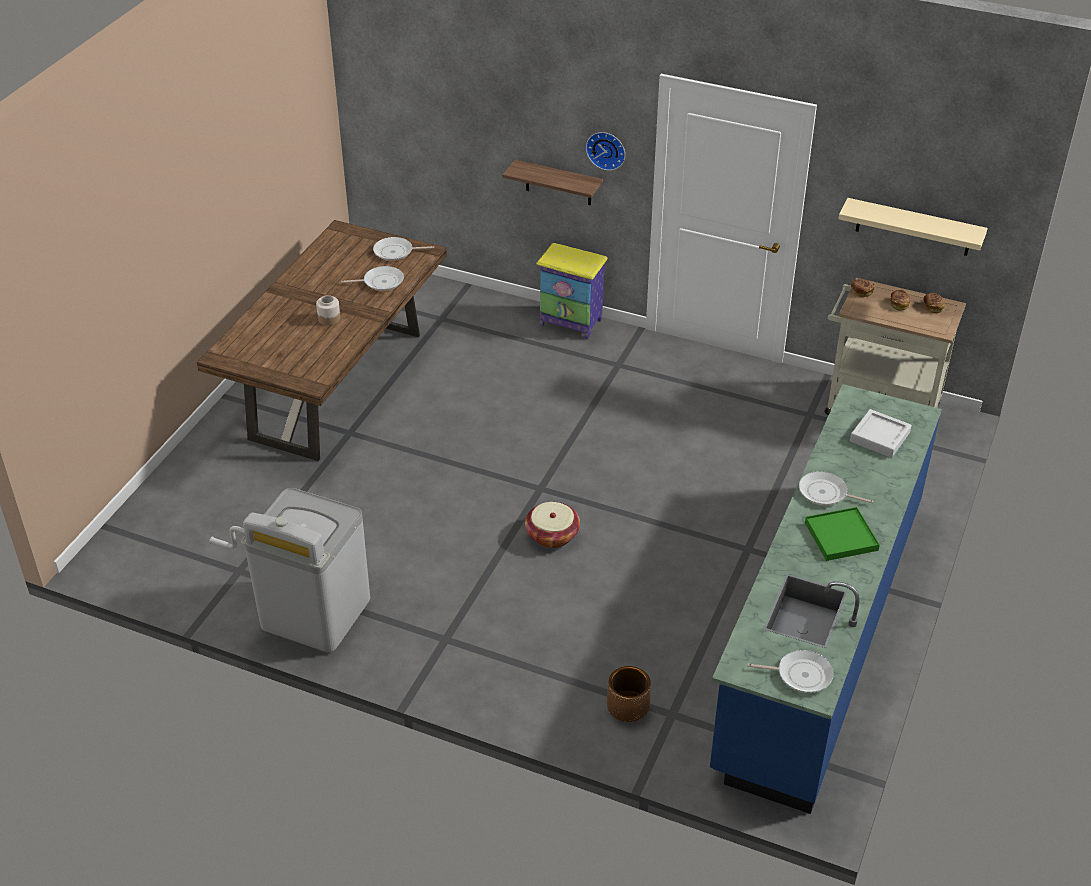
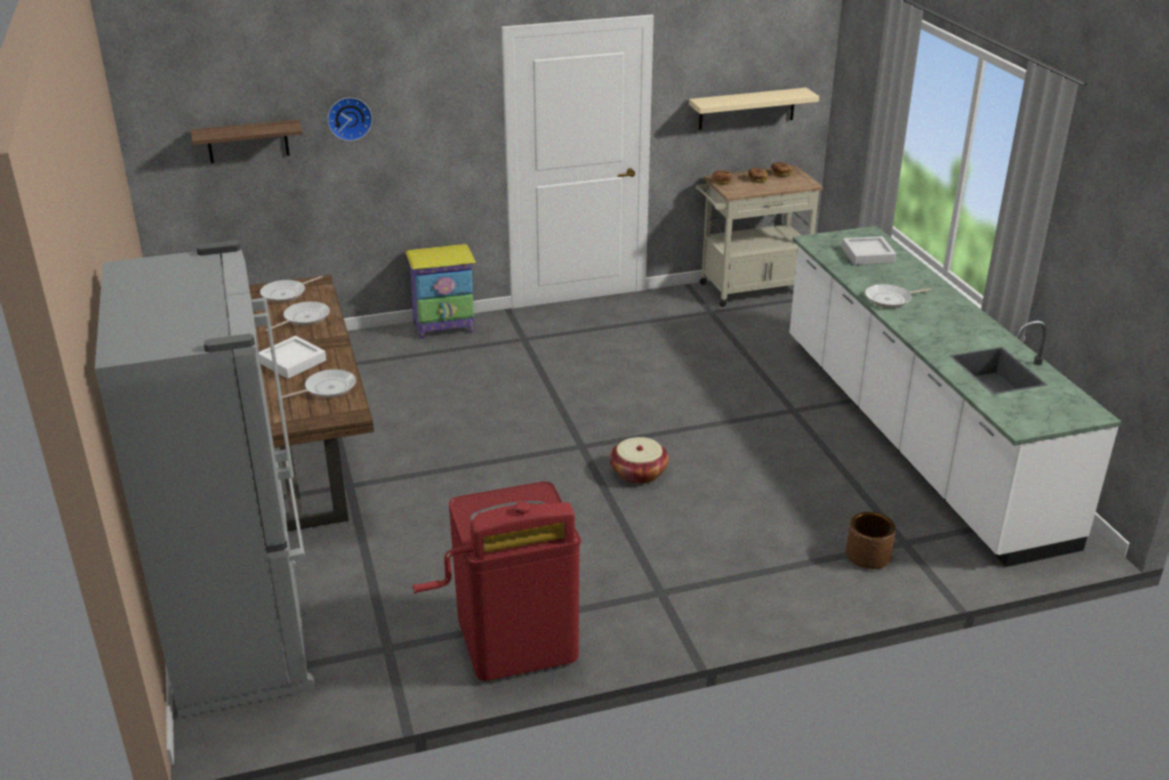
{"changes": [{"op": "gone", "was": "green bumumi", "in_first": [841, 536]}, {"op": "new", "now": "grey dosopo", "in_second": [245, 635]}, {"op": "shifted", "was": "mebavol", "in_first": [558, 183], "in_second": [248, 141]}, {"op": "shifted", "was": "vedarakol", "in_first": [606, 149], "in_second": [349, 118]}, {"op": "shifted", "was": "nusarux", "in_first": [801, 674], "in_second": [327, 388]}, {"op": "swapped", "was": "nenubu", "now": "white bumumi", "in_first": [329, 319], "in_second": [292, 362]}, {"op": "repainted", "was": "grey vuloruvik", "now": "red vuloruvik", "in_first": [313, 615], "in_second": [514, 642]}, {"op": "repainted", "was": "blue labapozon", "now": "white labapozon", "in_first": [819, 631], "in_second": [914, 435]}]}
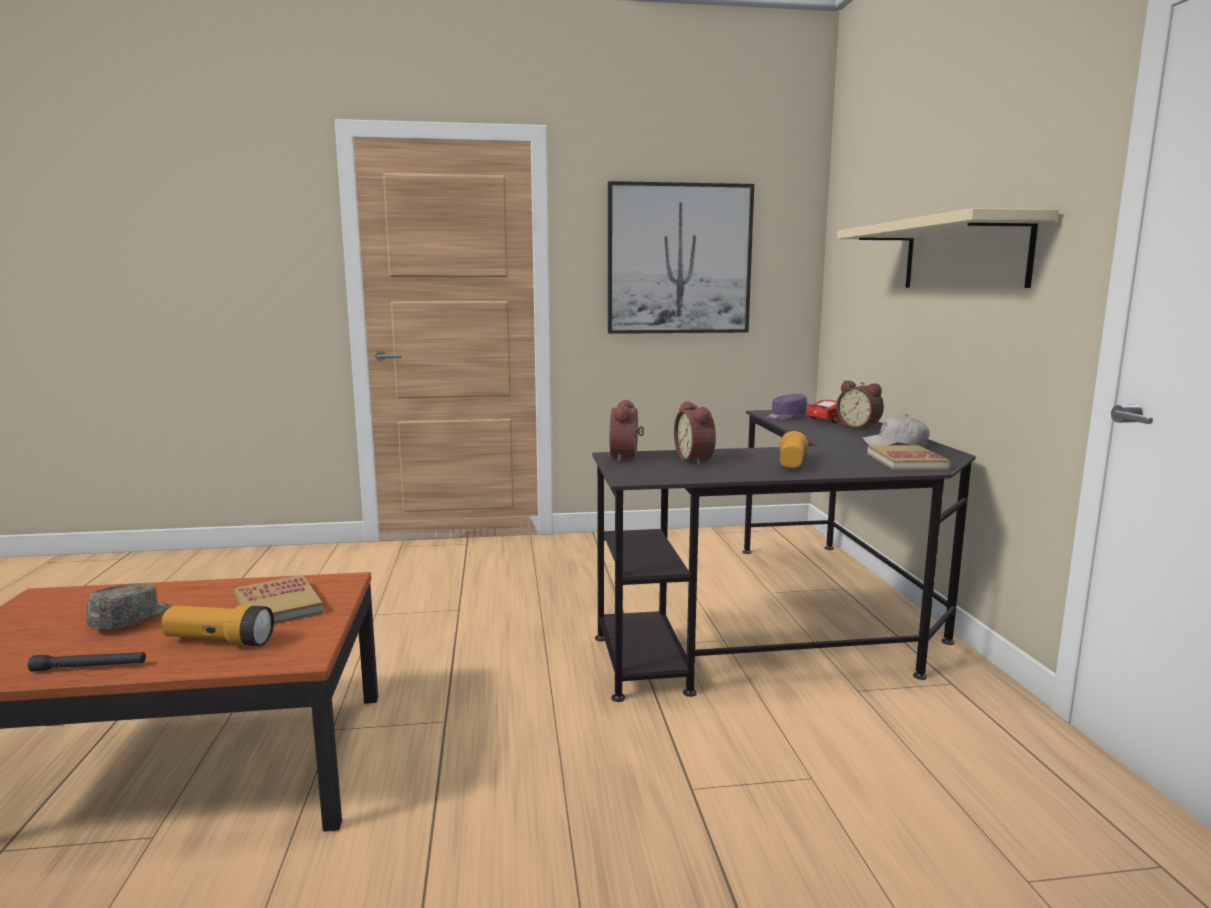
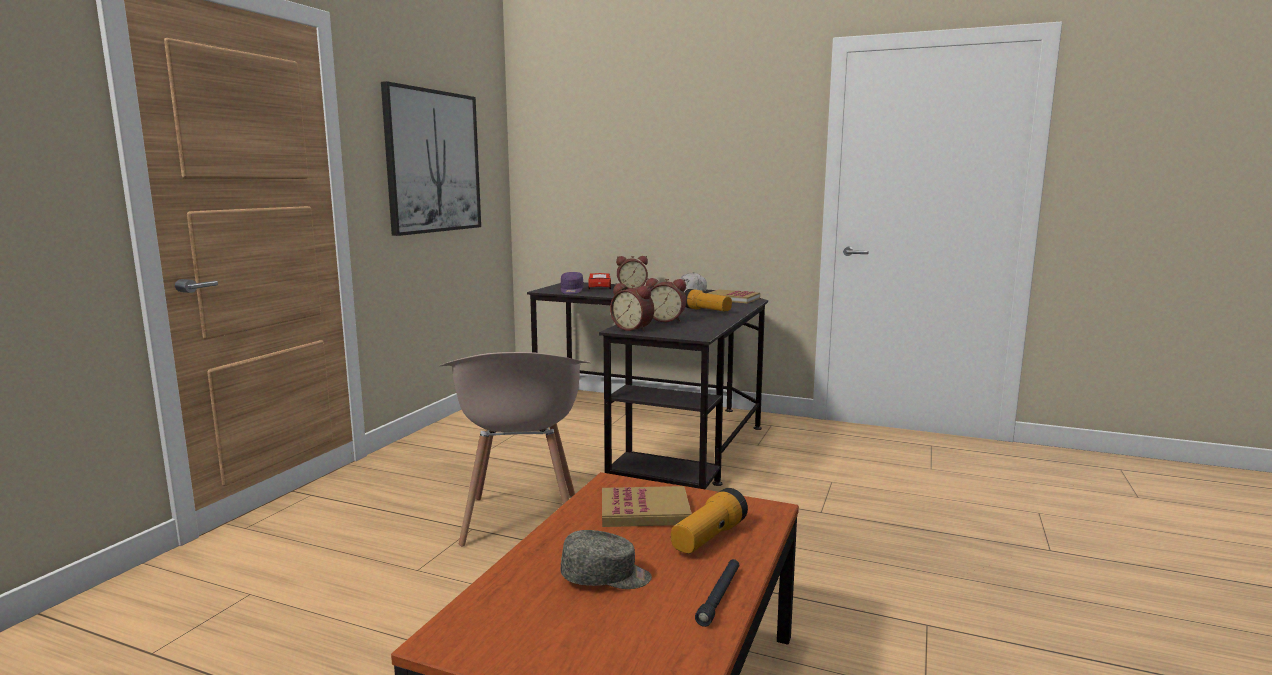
{"changes": [{"op": "gone", "was": "beige mebavol", "in_first": [963, 255]}, {"op": "new", "now": "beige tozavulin", "in_second": [522, 520]}, {"op": "rotated", "was": "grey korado", "in_first": [132, 619], "in_second": [606, 578], "clockwise": 135}]}
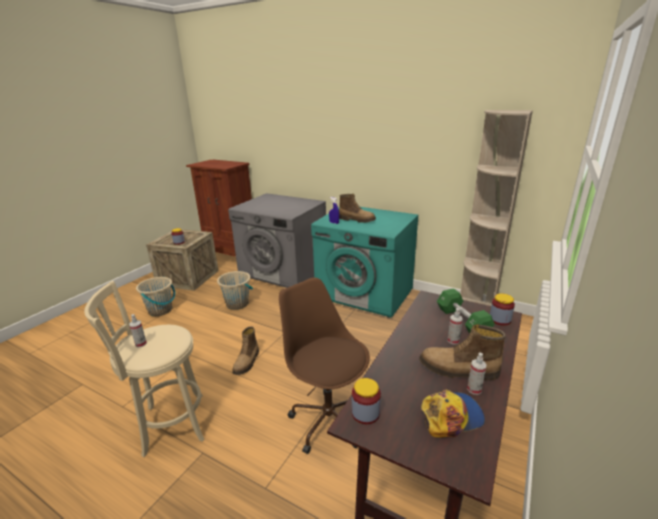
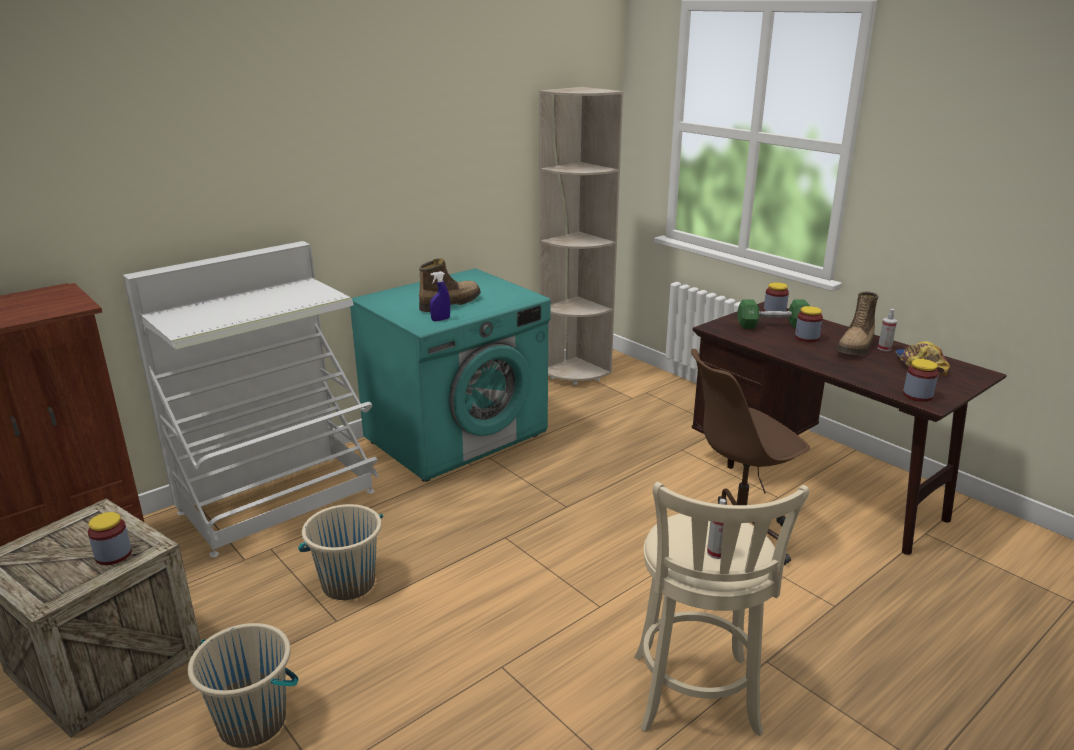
{"changes": [{"op": "gone", "was": "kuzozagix", "in_first": [247, 362]}, {"op": "swapped", "was": "grey vuloruvik", "now": "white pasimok", "in_first": [283, 274], "in_second": [281, 504]}, {"op": "swapped", "was": "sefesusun", "now": "nenubu", "in_first": [453, 340], "in_second": [807, 338]}]}
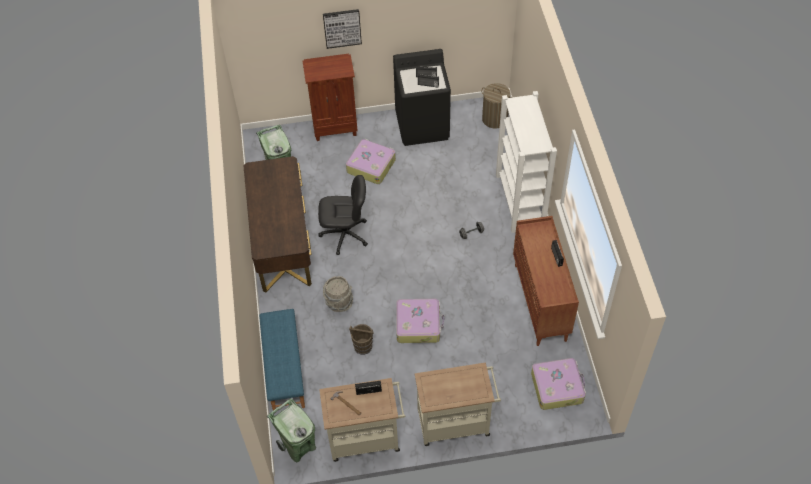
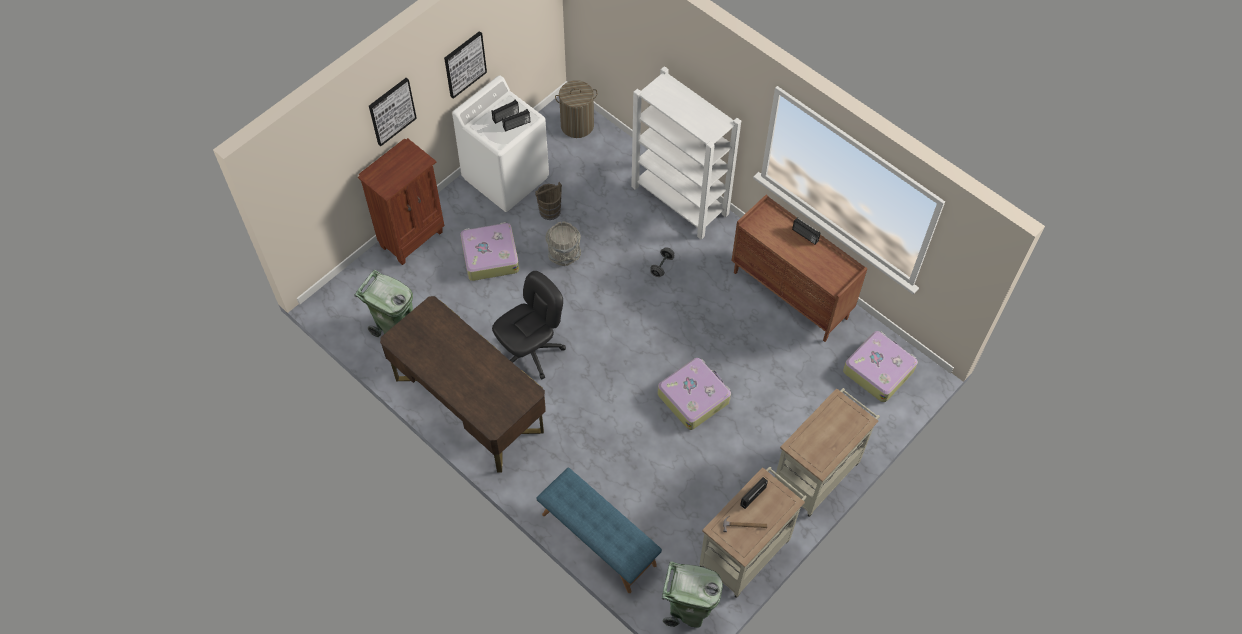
{"changes": [{"op": "new", "now": "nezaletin", "in_second": [464, 64]}, {"op": "shifted", "was": "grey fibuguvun", "in_first": [339, 303], "in_second": [564, 255]}, {"op": "shifted", "was": "brown fibuguvun", "in_first": [363, 346], "in_second": [550, 211]}, {"op": "repainted", "was": "black vuloruvik", "now": "white vuloruvik", "in_first": [422, 125], "in_second": [506, 177]}]}
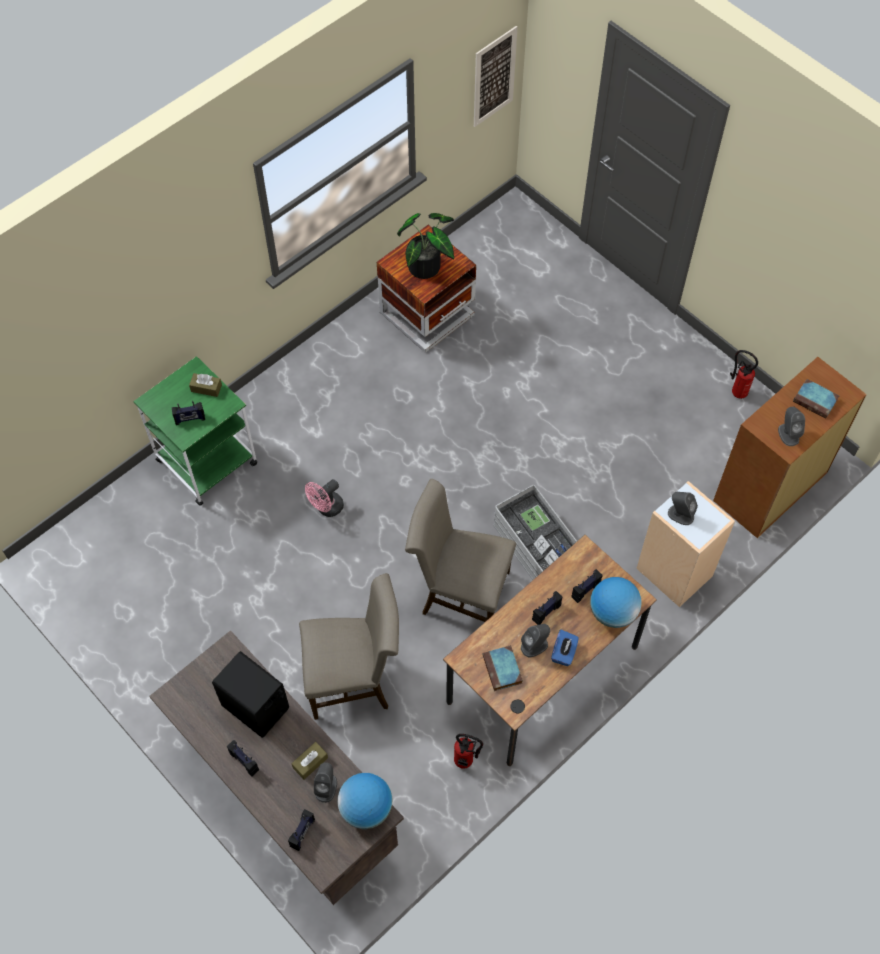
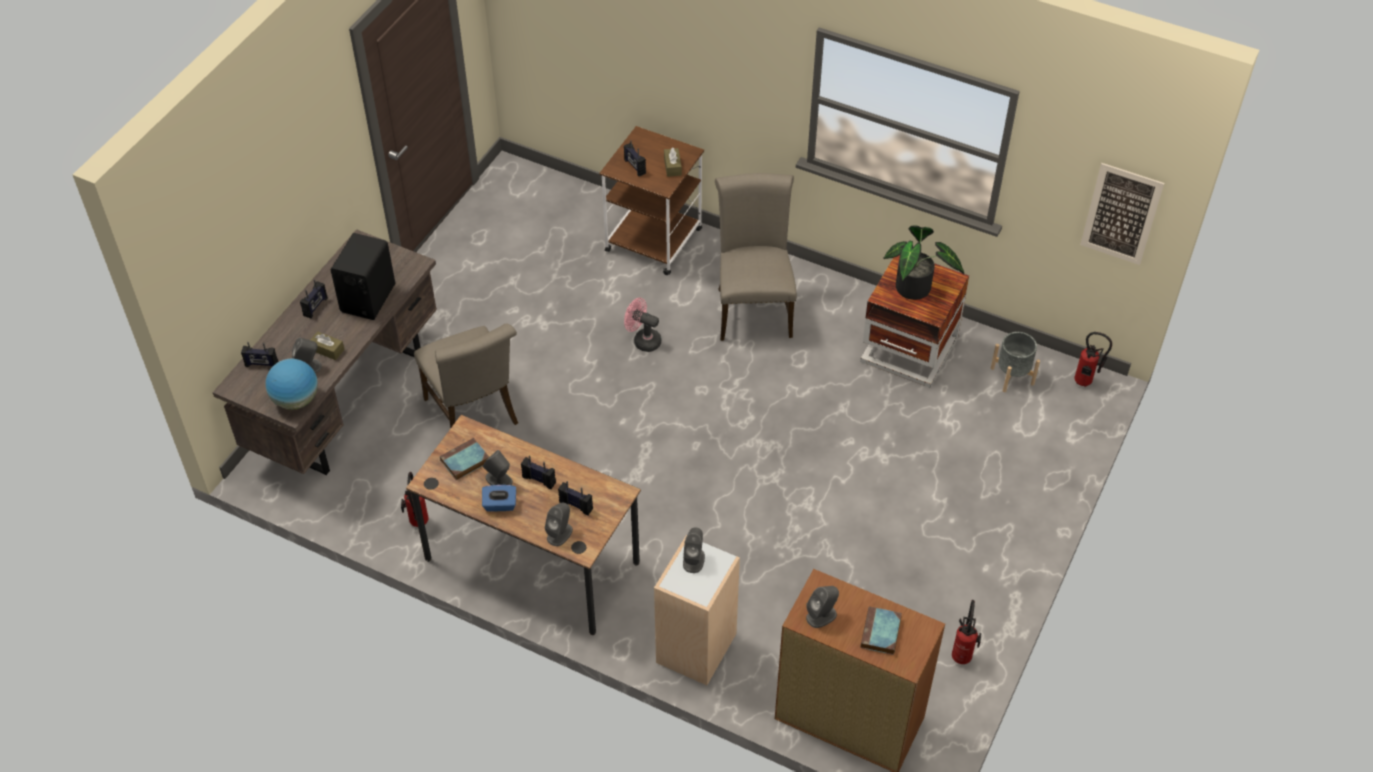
{"changes": [{"op": "gone", "was": "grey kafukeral", "in_first": [537, 545]}, {"op": "new", "now": "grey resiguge", "in_second": [1012, 376]}, {"op": "new", "now": "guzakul", "in_second": [1085, 383]}, {"op": "shifted", "was": "beige tozavulin", "in_first": [459, 592], "in_second": [753, 308]}, {"op": "swapped", "was": "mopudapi", "now": "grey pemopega", "in_first": [613, 612], "in_second": [559, 533]}, {"op": "repainted", "was": "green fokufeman", "now": "brown fokufeman", "in_first": [208, 460], "in_second": [655, 241]}]}
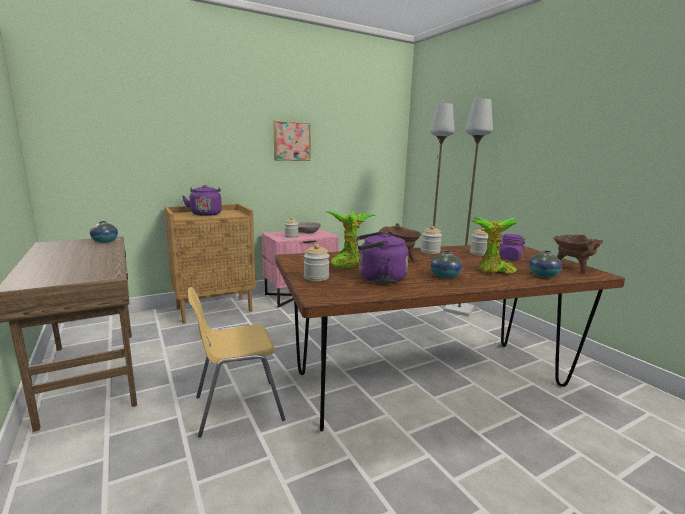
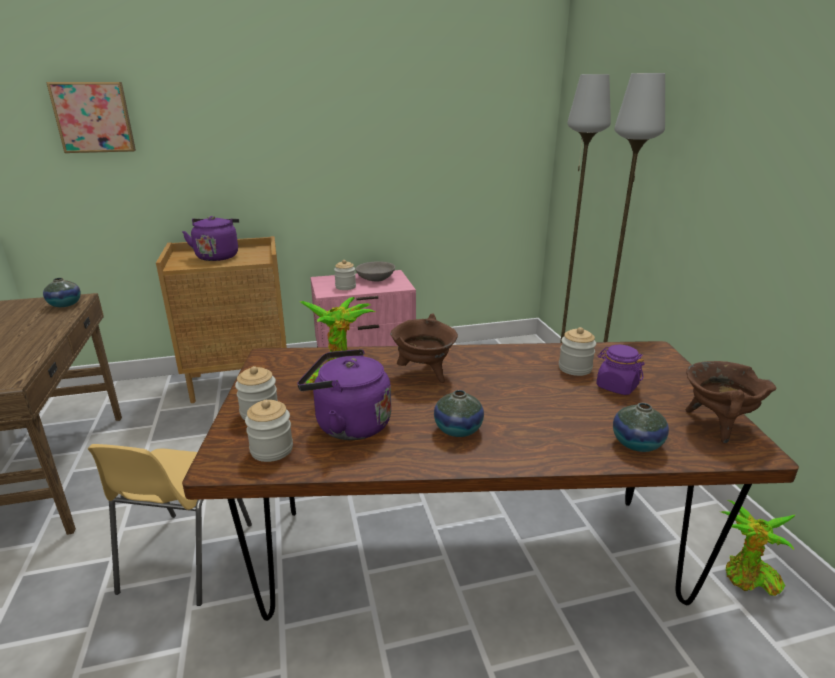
{"changes": [{"op": "shifted", "was": "nezaletin", "in_first": [291, 141], "in_second": [94, 117]}, {"op": "shifted", "was": "nenubu", "in_first": [430, 252], "in_second": [272, 449]}, {"op": "shifted", "was": "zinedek", "in_first": [493, 271], "in_second": [747, 578]}, {"op": "rotated", "was": "yellow tozavulin", "in_first": [237, 407], "in_second": [185, 558], "clockwise": -75}]}
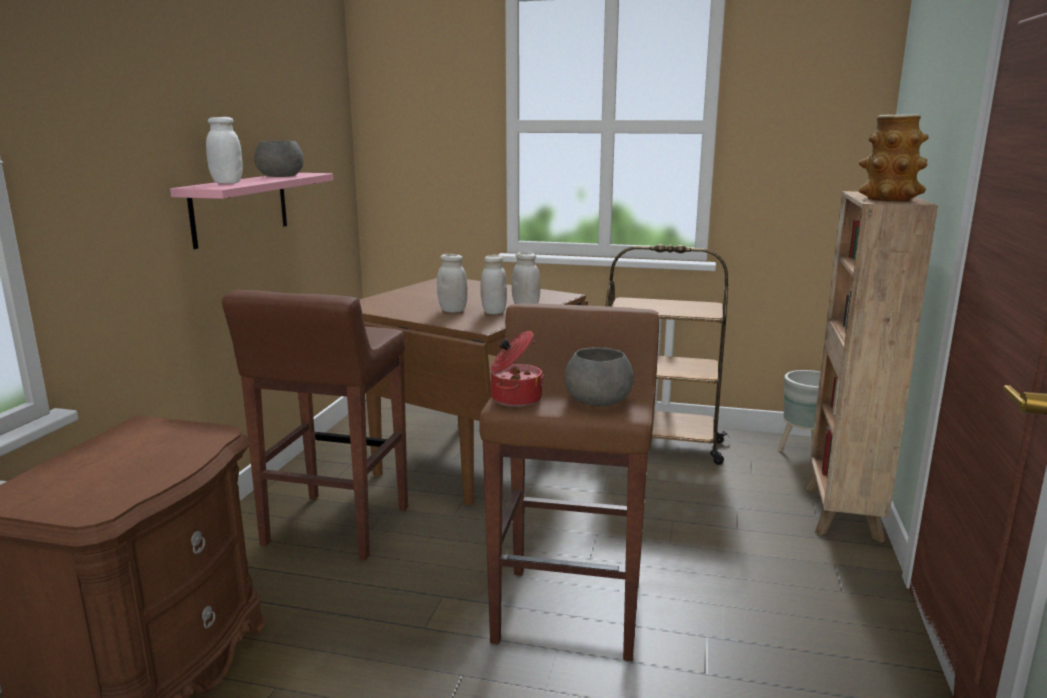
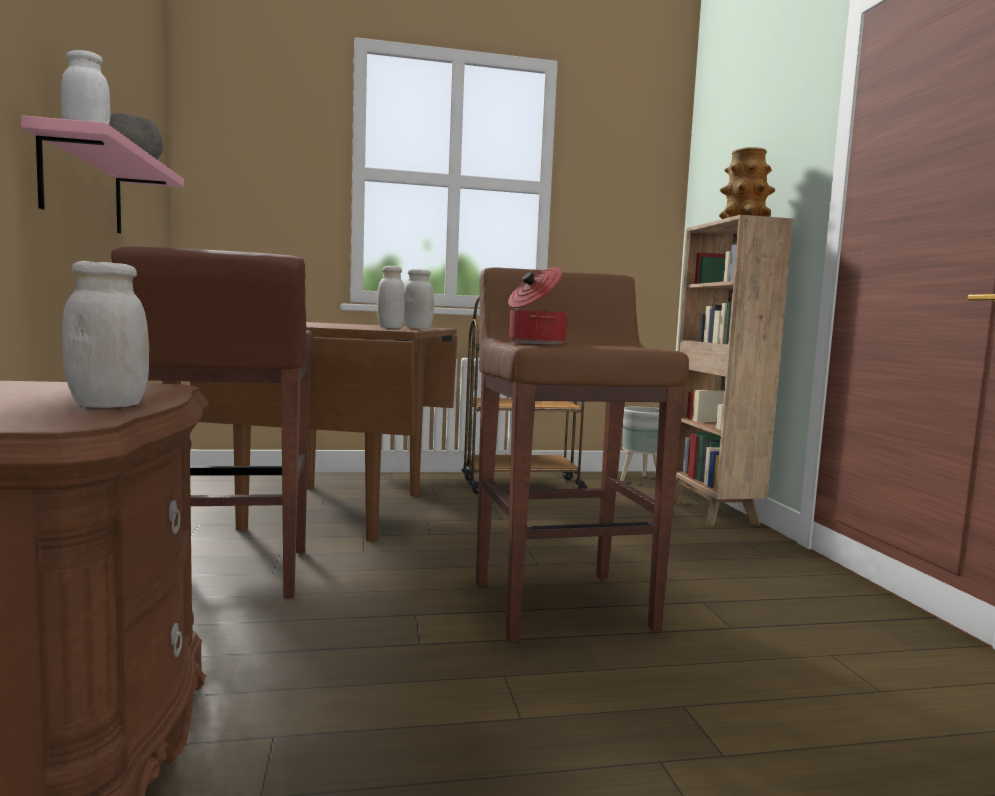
{"changes": [{"op": "gone", "was": "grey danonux", "in_first": [599, 400]}, {"op": "shifted", "was": "white nenubu", "in_first": [453, 310], "in_second": [108, 405]}]}
